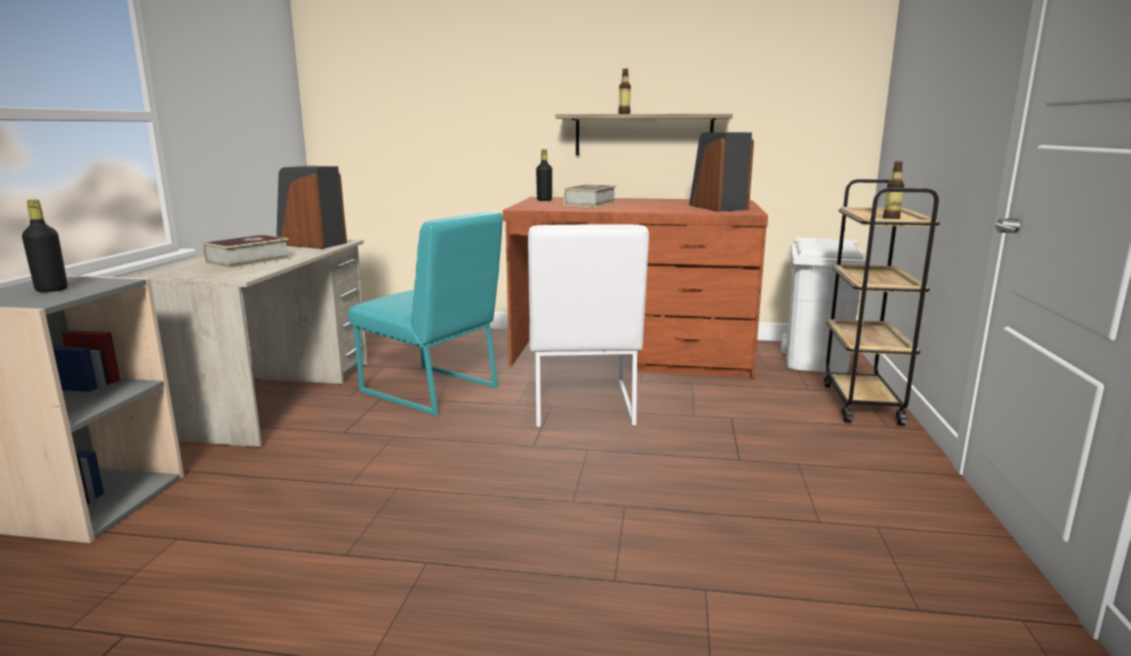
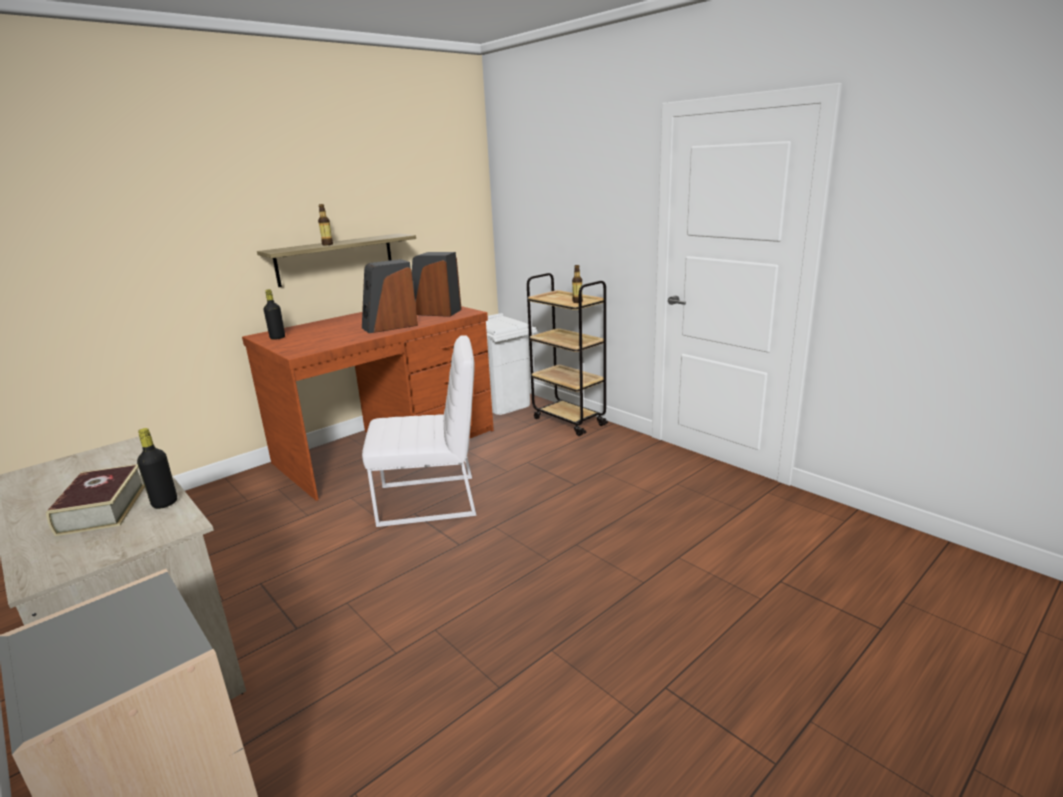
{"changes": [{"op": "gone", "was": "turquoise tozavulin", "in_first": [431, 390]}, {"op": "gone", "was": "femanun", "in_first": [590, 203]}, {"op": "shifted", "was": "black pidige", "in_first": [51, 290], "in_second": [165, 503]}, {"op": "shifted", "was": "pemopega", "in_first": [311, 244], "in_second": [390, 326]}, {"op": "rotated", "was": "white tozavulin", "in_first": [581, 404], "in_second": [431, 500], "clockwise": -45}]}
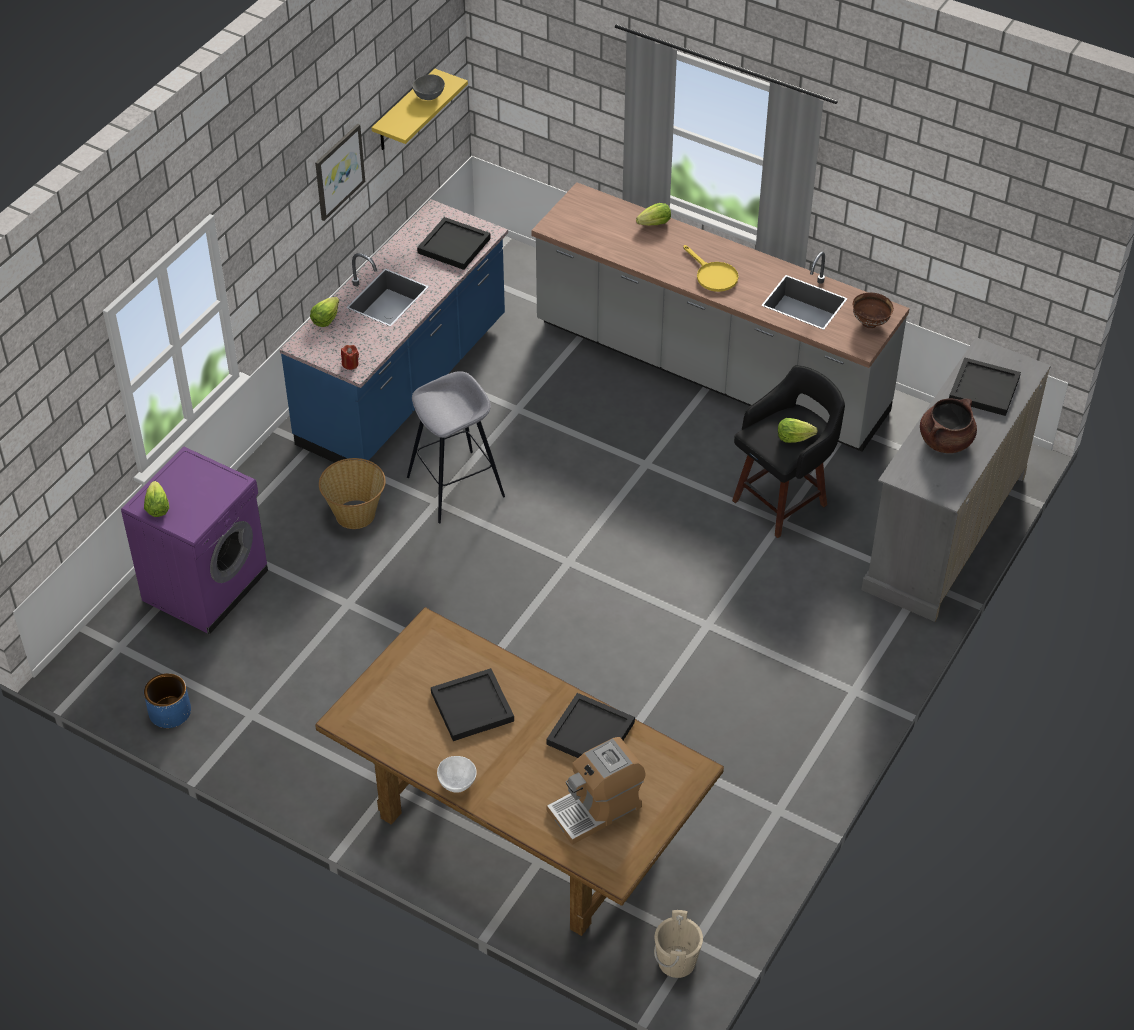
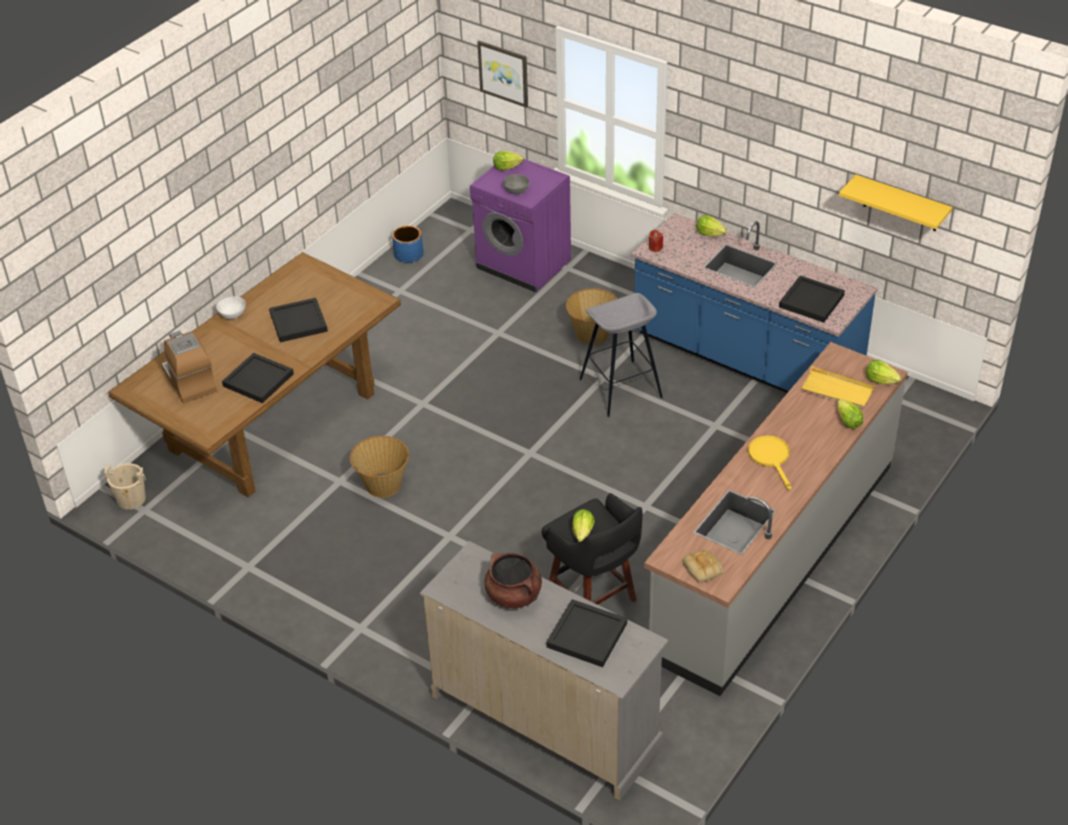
{"changes": [{"op": "new", "now": "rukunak", "in_second": [383, 485]}, {"op": "new", "now": "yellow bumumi", "in_second": [837, 391]}, {"op": "new", "now": "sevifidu", "in_second": [880, 380]}, {"op": "shifted", "was": "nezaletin", "in_first": [338, 171], "in_second": [504, 73]}, {"op": "shifted", "was": "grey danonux", "in_first": [430, 96], "in_second": [516, 191]}, {"op": "swapped", "was": "brown danonux", "now": "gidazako", "in_first": [870, 323], "in_second": [703, 568]}, {"op": "rotated", "was": "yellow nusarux", "in_first": [713, 276], "in_second": [771, 458], "clockwise": 105}]}
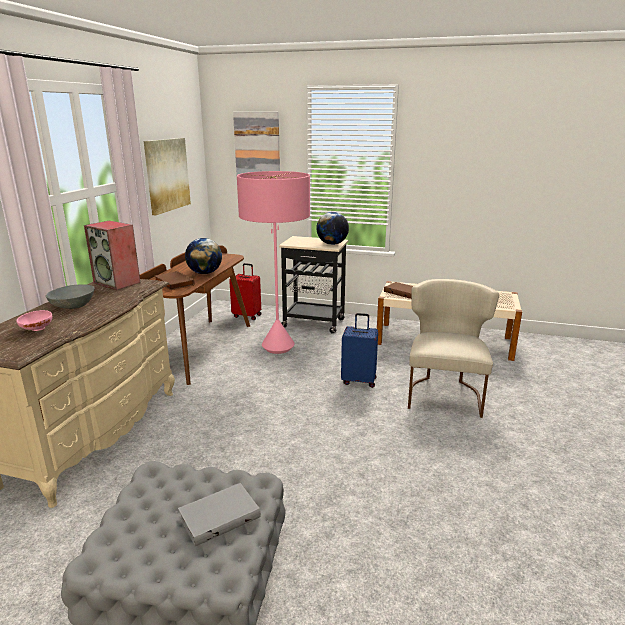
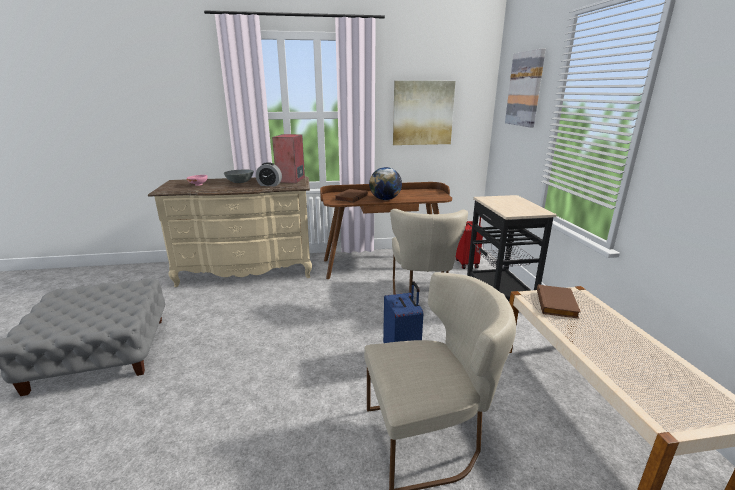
{"changes": [{"op": "gone", "was": "grey femanun", "in_first": [219, 515]}, {"op": "gone", "was": "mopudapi", "in_first": [332, 244]}, {"op": "new", "now": "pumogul", "in_second": [269, 185]}, {"op": "swapped", "was": "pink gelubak", "now": "beige tozavulin", "in_first": [278, 348], "in_second": [422, 295]}]}
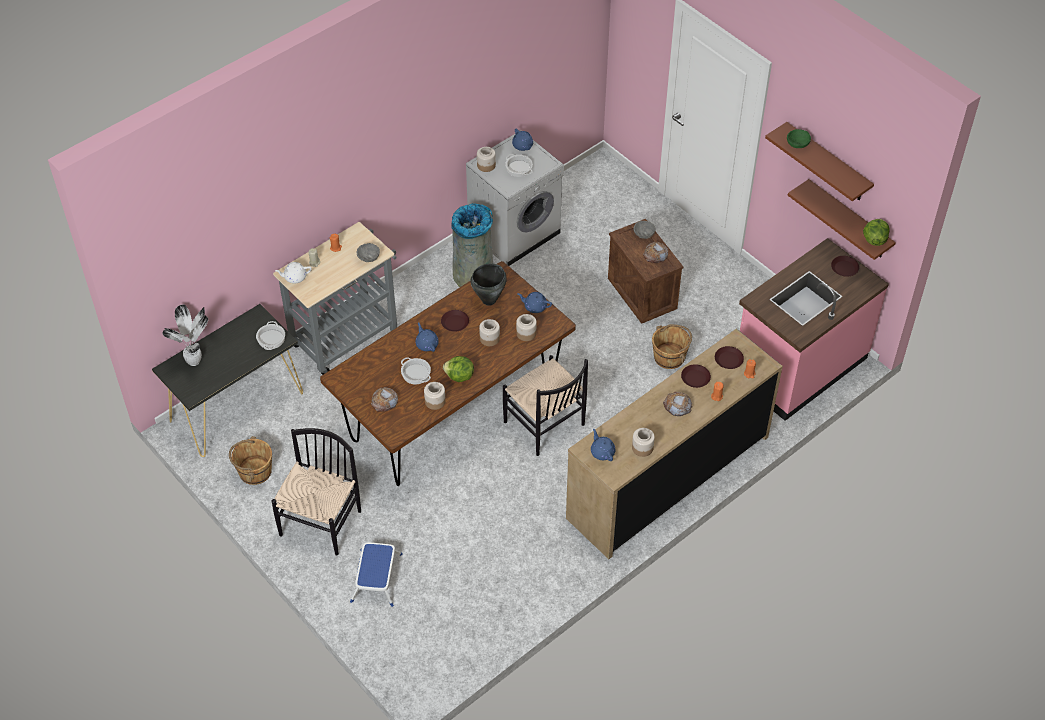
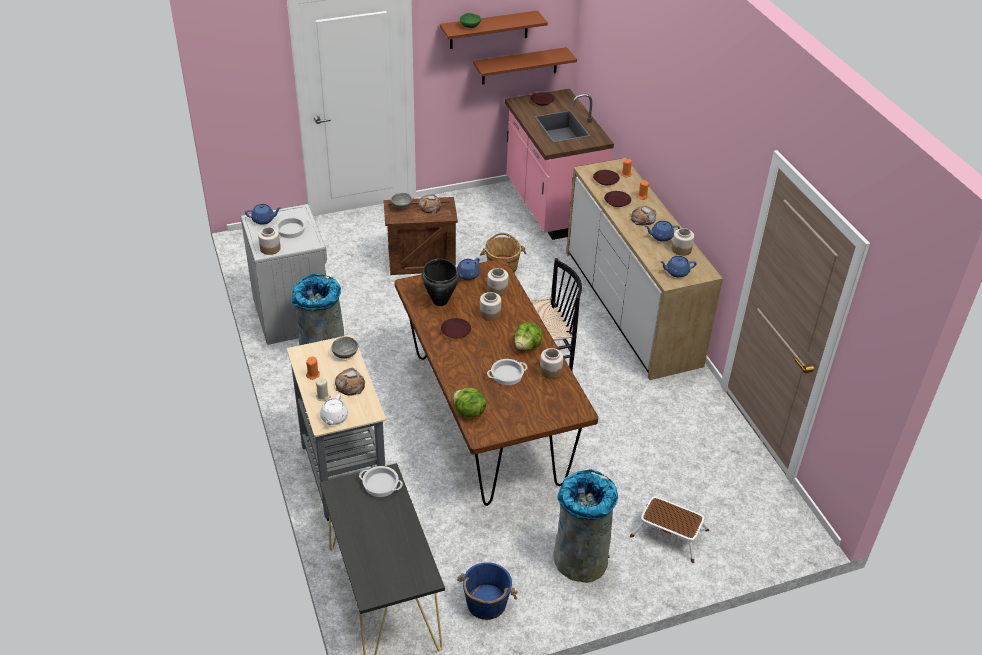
{"changes": [{"op": "gone", "was": "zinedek", "in_first": [195, 361]}, {"op": "shifted", "was": "gidazako", "in_first": [384, 401], "in_second": [350, 385]}, {"op": "shifted", "was": "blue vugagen", "in_first": [426, 344], "in_second": [661, 237]}, {"op": "shifted", "was": "sevifidu", "in_first": [874, 239], "in_second": [468, 412]}, {"op": "swapped", "was": "black tozavulin", "now": "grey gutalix", "in_first": [322, 520], "in_second": [580, 559]}, {"op": "repainted", "was": "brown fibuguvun", "now": "blue fibuguvun", "in_first": [254, 471], "in_second": [486, 604]}, {"op": "repainted", "was": "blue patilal", "now": "brown patilal", "in_first": [376, 577], "in_second": [669, 533]}]}
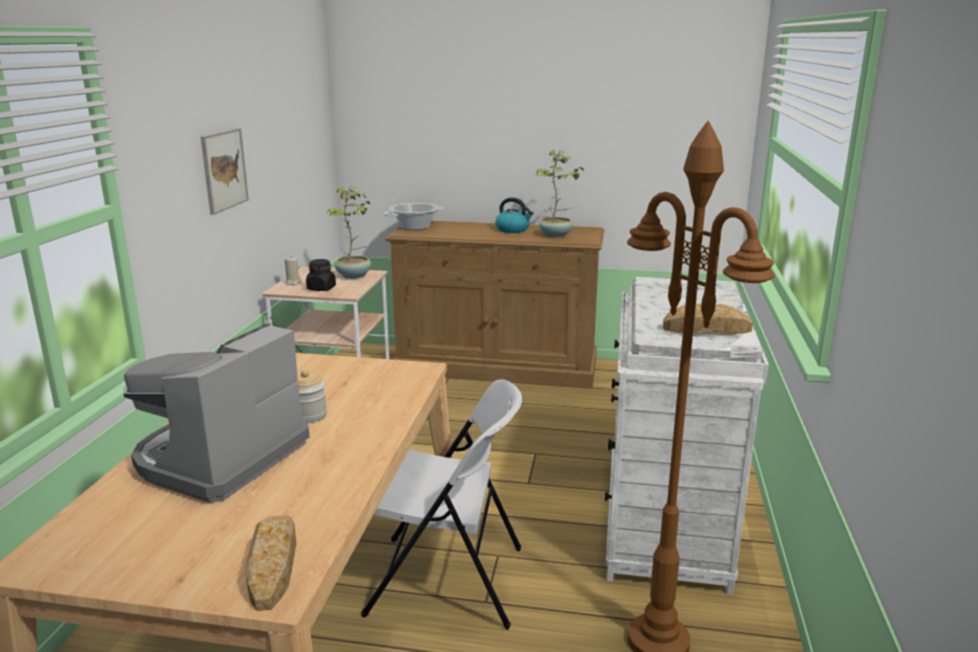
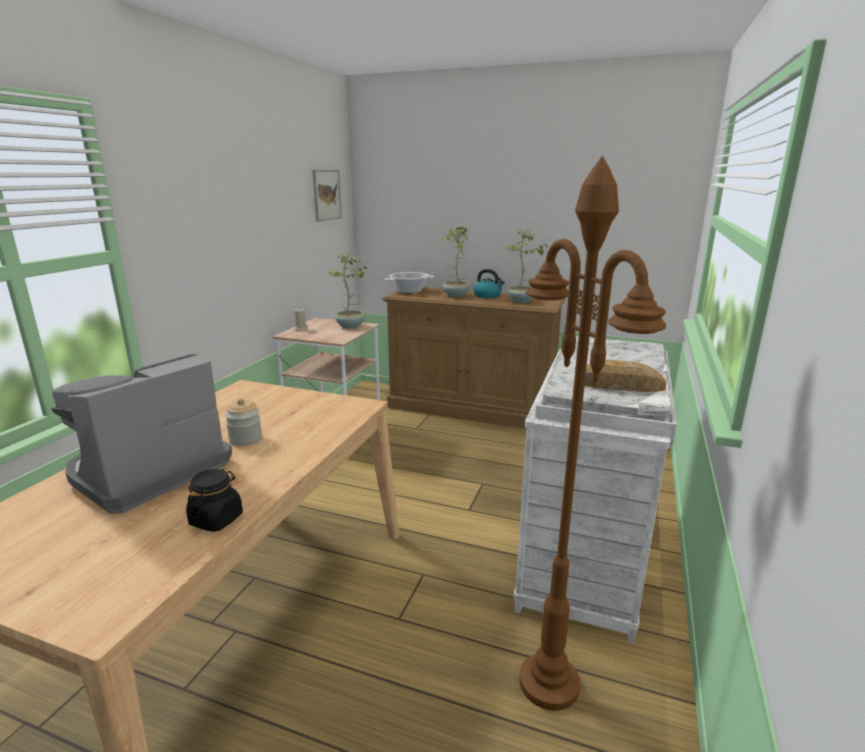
{"changes": [{"op": "gone", "was": "gidazako", "in_first": [272, 567]}, {"op": "gone", "was": "white tozavulin", "in_first": [446, 580]}, {"op": "new", "now": "zinedek", "in_second": [455, 295]}, {"op": "shifted", "was": "nezaletin", "in_first": [224, 170], "in_second": [326, 195]}, {"op": "shifted", "was": "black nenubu", "in_first": [321, 288], "in_second": [216, 519]}]}
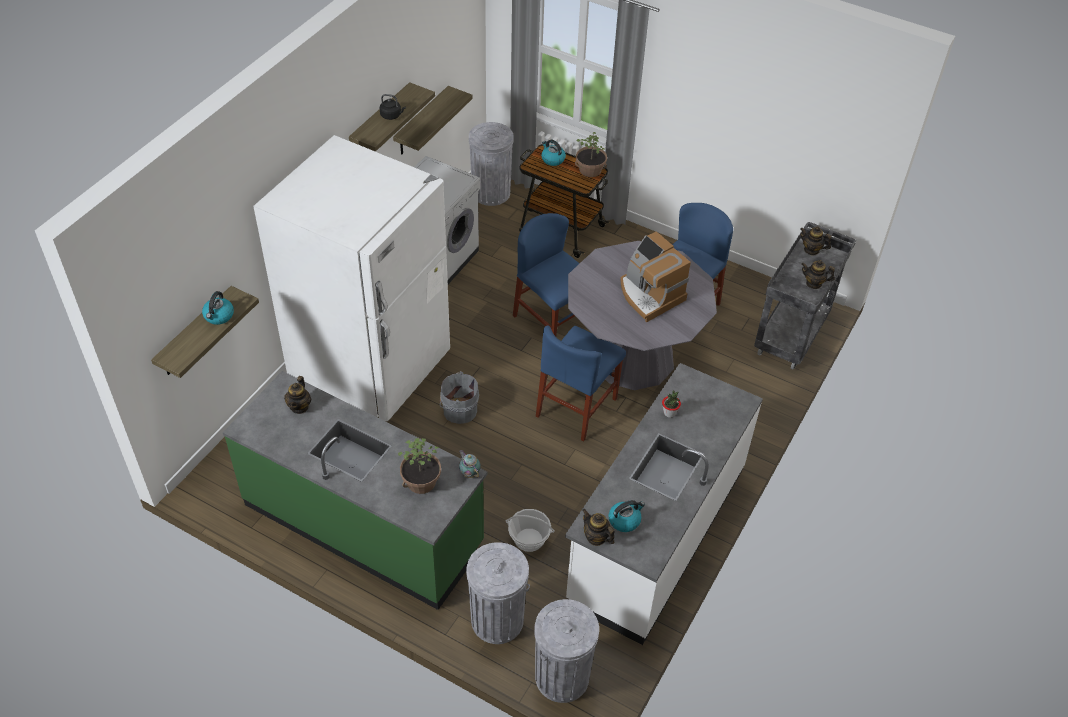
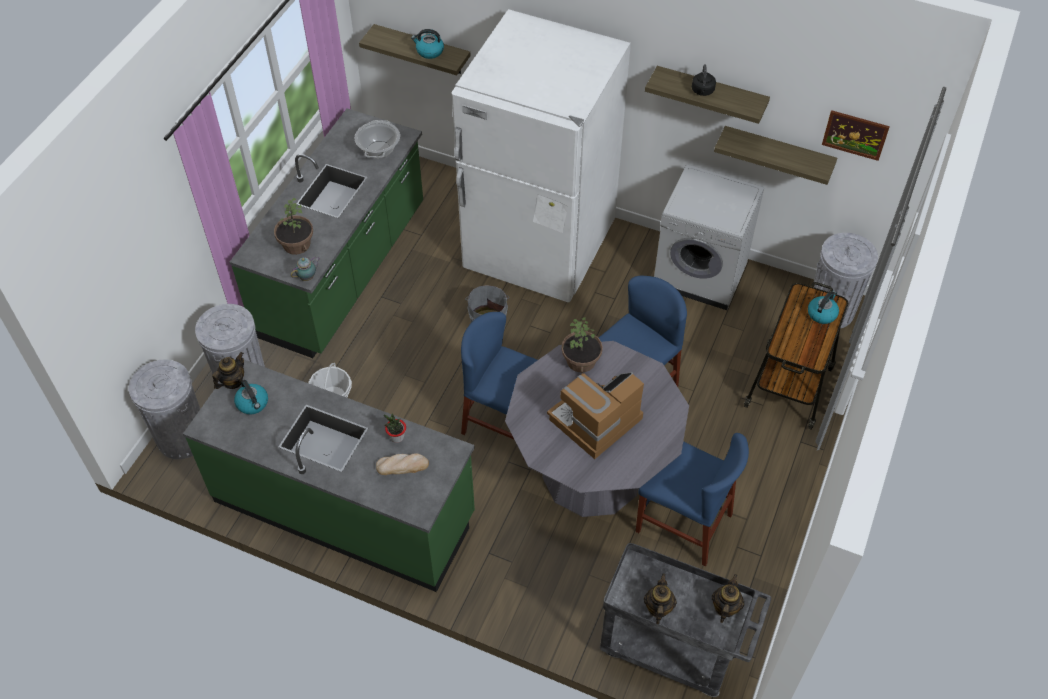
{"changes": [{"op": "new", "now": "gidazako", "in_second": [402, 465]}, {"op": "new", "now": "nezaletin", "in_second": [855, 134]}, {"op": "shifted", "was": "zinedek", "in_first": [590, 170], "in_second": [581, 361]}, {"op": "swapped", "was": "vugagen", "now": "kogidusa", "in_first": [299, 407], "in_second": [379, 150]}, {"op": "repainted", "was": "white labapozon", "now": "green labapozon", "in_first": [655, 534], "in_second": [345, 507]}]}
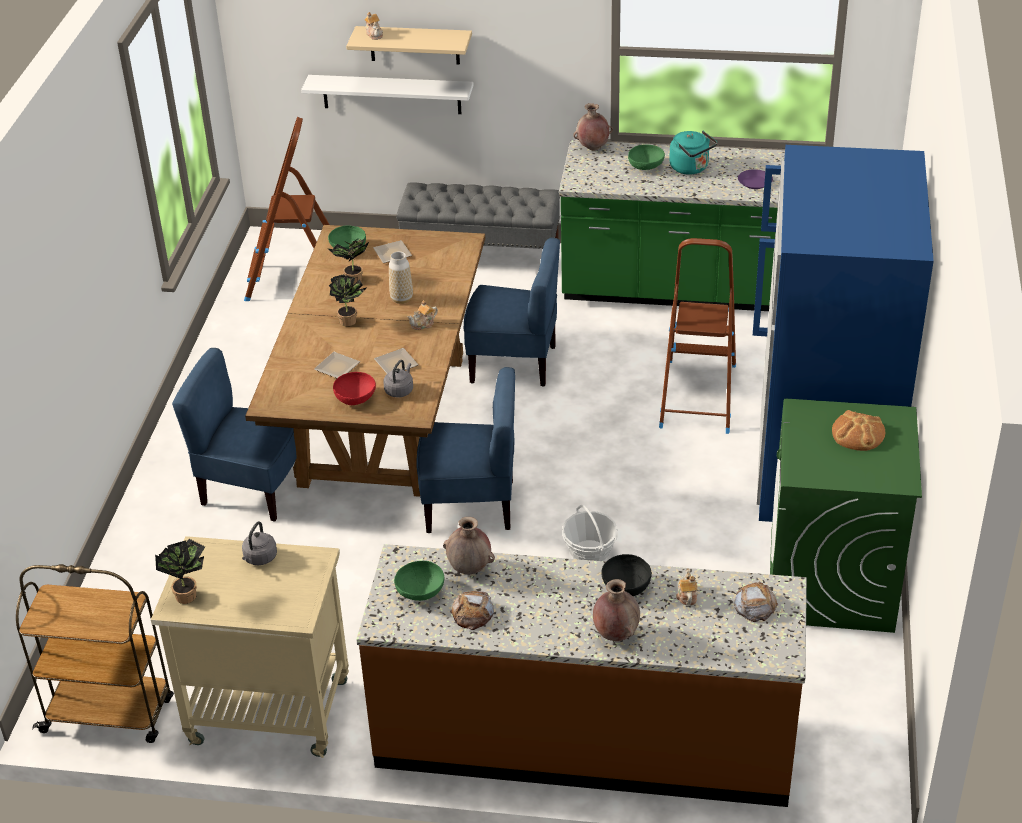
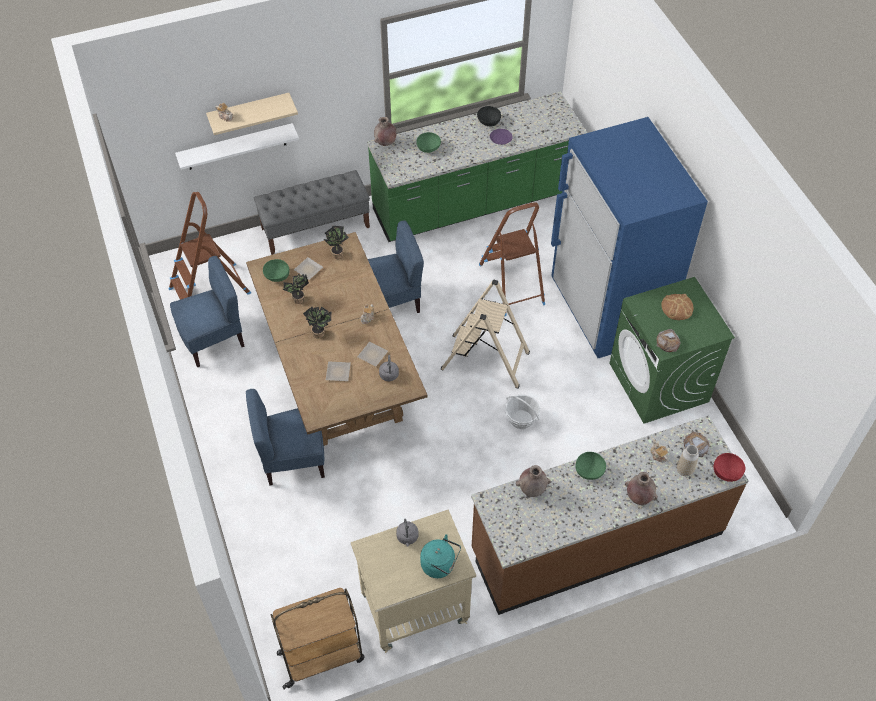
{"changes": [{"op": "new", "now": "beige patilal", "in_second": [486, 360]}, {"op": "shifted", "was": "zinedek", "in_first": [187, 594], "in_second": [337, 253]}, {"op": "shifted", "was": "red danonux", "in_first": [356, 398], "in_second": [727, 472]}, {"op": "shifted", "was": "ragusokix", "in_first": [401, 299], "in_second": [684, 470]}, {"op": "shifted", "was": "green danonux", "in_first": [420, 593], "in_second": [589, 471]}, {"op": "shifted", "was": "blue tozavulin", "in_first": [471, 505], "in_second": [213, 339]}, {"op": "shifted", "was": "gidazako", "in_first": [472, 613], "in_second": [668, 342]}, {"op": "shifted", "was": "black danonux", "in_first": [625, 586], "in_second": [488, 121]}, {"op": "shifted", "was": "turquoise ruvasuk", "in_first": [691, 168], "in_second": [440, 565]}]}
